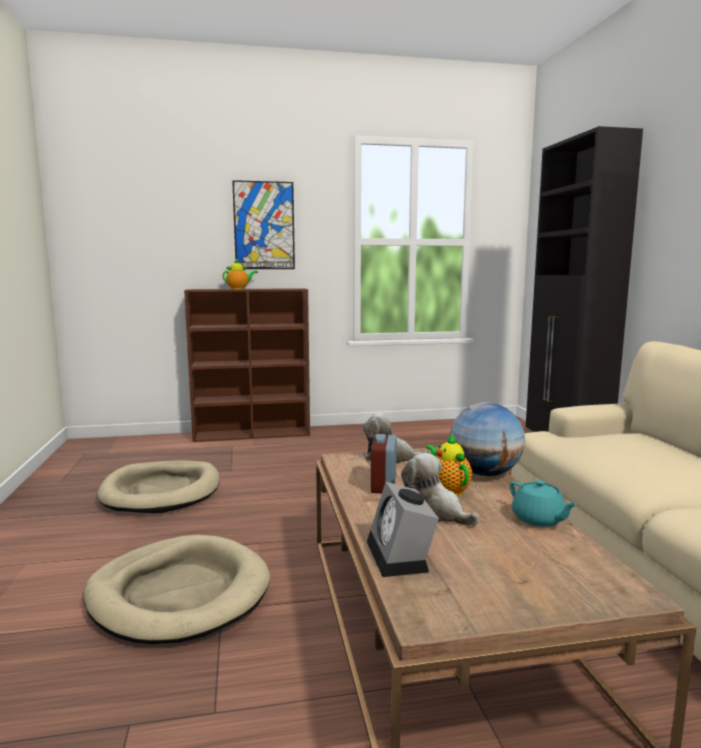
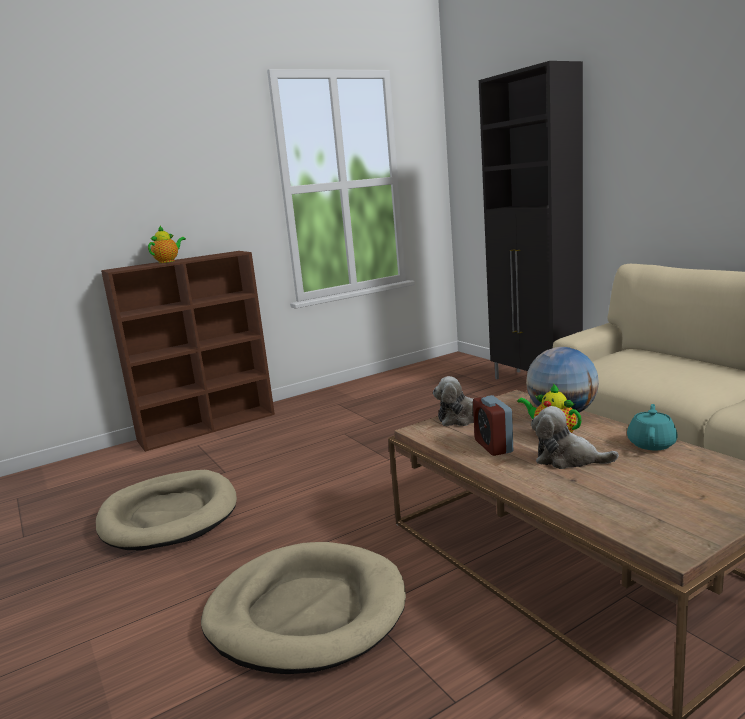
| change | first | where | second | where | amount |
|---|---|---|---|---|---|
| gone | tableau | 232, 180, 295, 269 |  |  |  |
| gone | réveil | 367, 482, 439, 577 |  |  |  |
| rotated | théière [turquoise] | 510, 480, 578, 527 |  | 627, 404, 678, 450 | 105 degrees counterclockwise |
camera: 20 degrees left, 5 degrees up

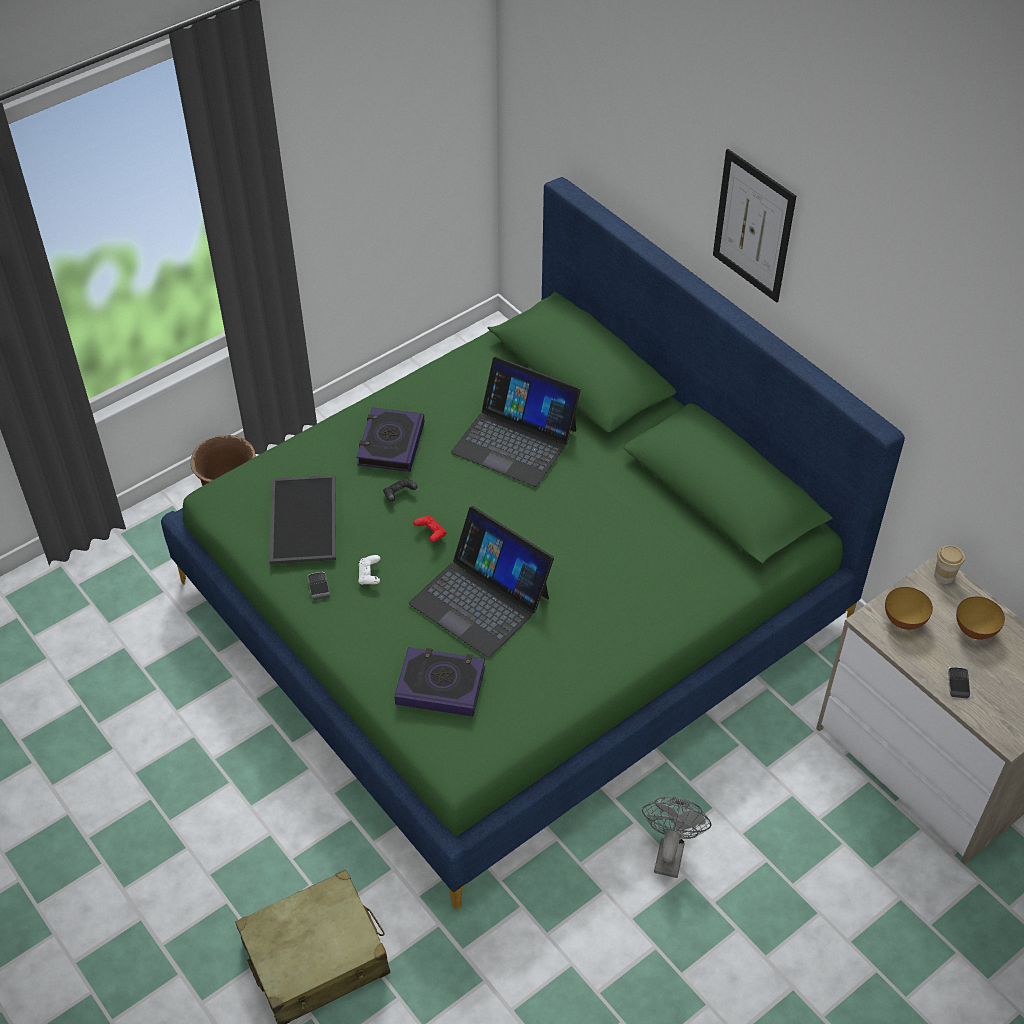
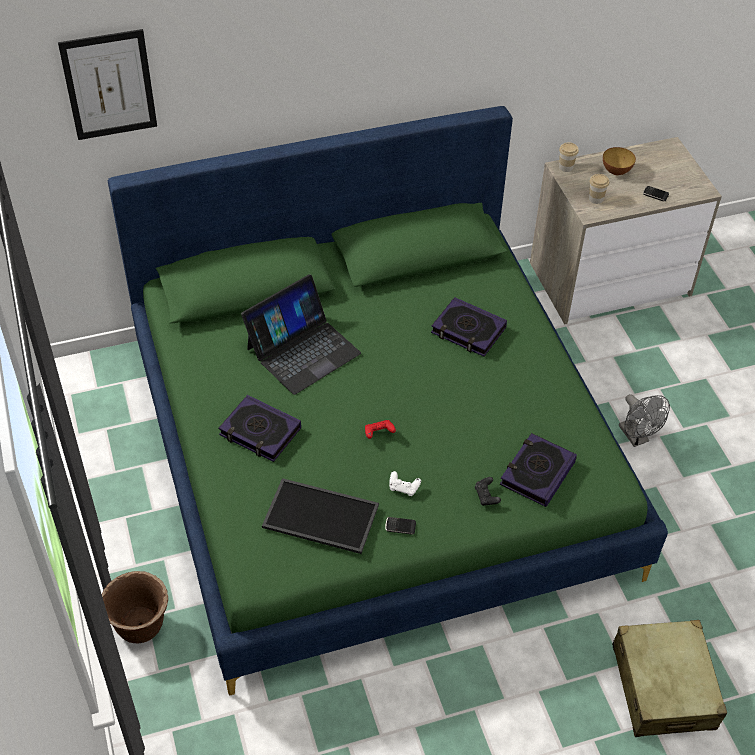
| change | first | where | second | where | amount |
|---|---|---|---|---|---|
| gone | ordinateur portable | 409, 506, 554, 658 |  |  |  |
| new |  |  | livre | 431, 297, 507, 357 |  |
| shifted | manette [noir] | 383, 478, 418, 502 |  | 475, 477, 501, 506 |  |
| shifted | tableau | 713, 149, 796, 302 |  | 58, 29, 157, 140 |  |
| swapped | bol | 885, 587, 933, 630 | tasse | 589, 174, 609, 204 |  |
| rotated | ventilateur [gris] | 642, 797, 711, 878 |  | 619, 394, 670, 447 | 150 degrees counterclockwise |
camera: 70 degrees left, 0 degrees up

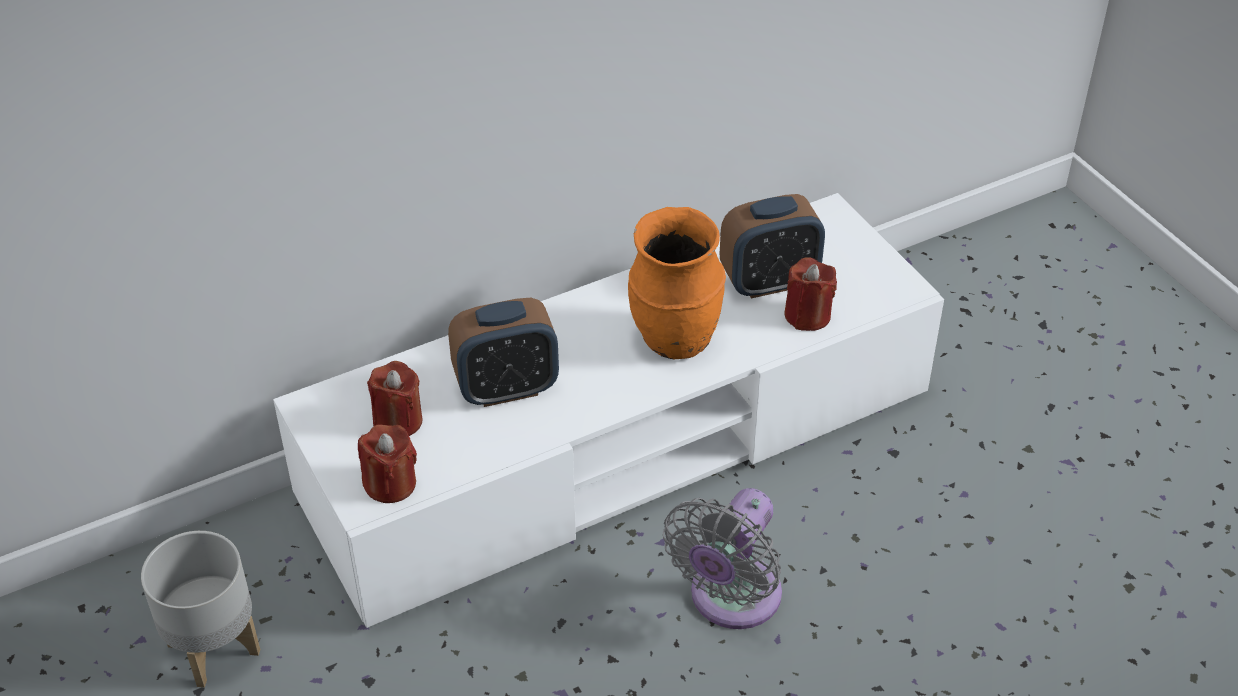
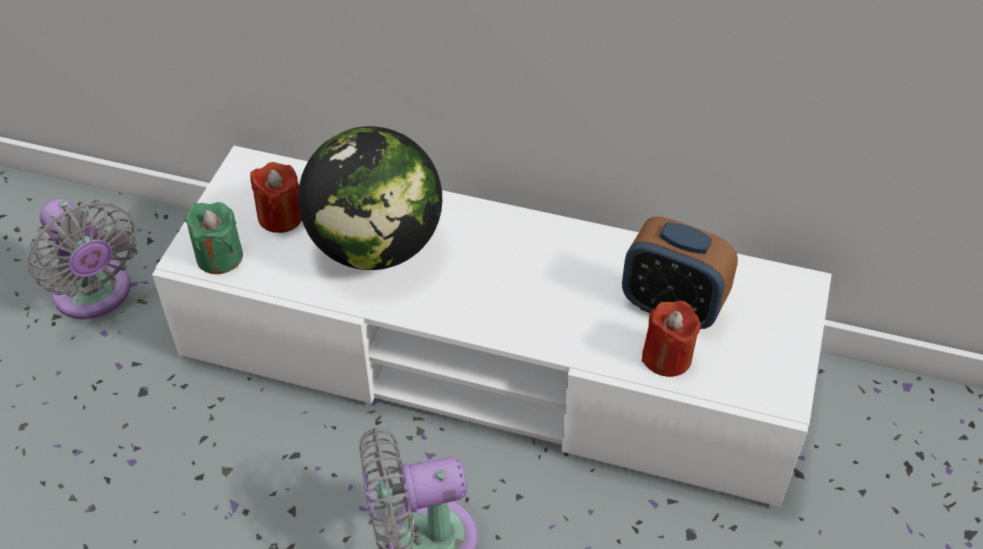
| change | first | where | second | where | amount |
|---|---|---|---|---|---|
| gone | vase [orange] | 628, 207, 726, 359 |  |  |  |
| swapped | cache-pot [gris] | 141, 531, 260, 688 | ventilateur [gris] | 27, 199, 137, 319 |  |
| swapped | réveil | 448, 298, 559, 407 | globe | 298, 126, 442, 270 |  |
| repainted | bougie [rouge] | 358, 424, 417, 503 | bougie [vert] | 185, 202, 243, 274 |  |
camera: 45 degrees right, 5 degrees up

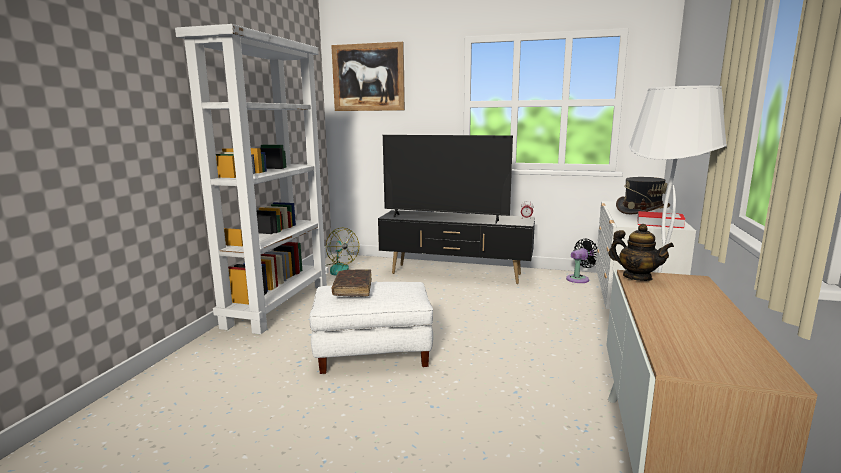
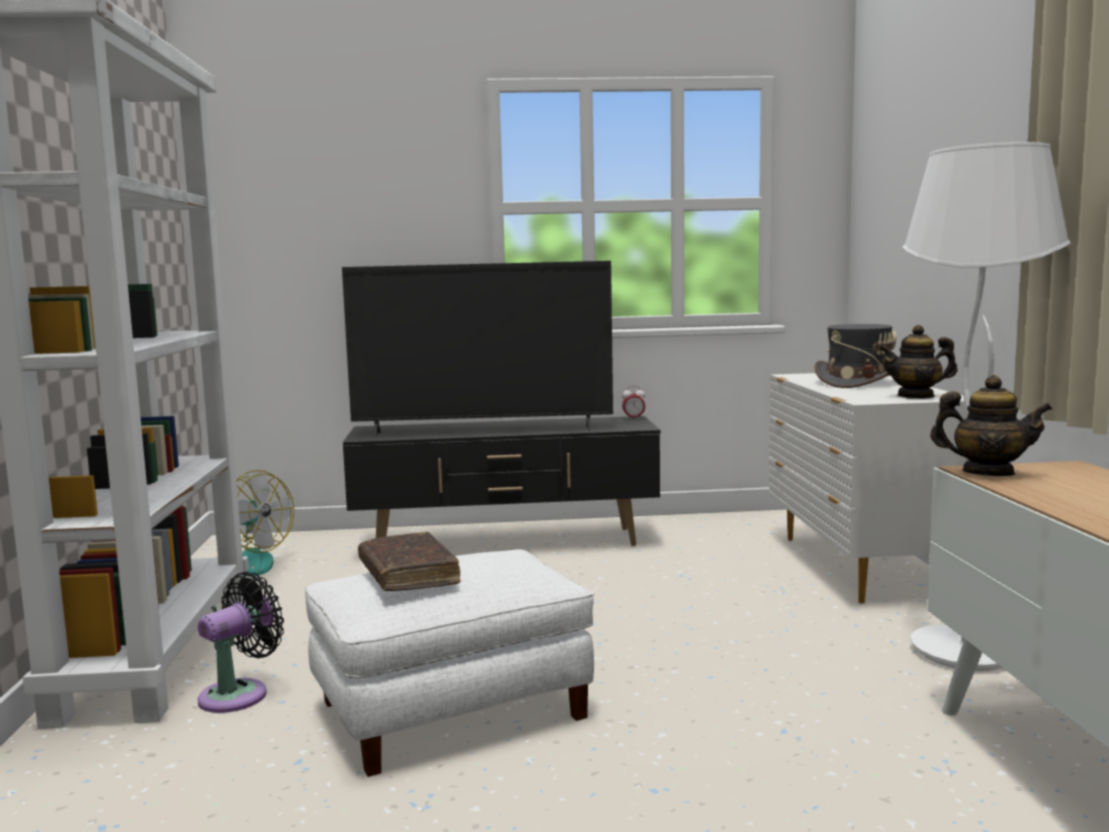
| change | first | where | second | where | amount |
|---|---|---|---|---|---|
| gone | tableau | 331, 42, 405, 111 |  |  |  |
| shifted | ventilateur [noir] | 566, 238, 597, 283 |  | 198, 572, 284, 713 |  |
| swapped | livre | 637, 211, 685, 228 | théière | 878, 325, 958, 399 |  |
camera: 20 degrees left, 5 degrees down

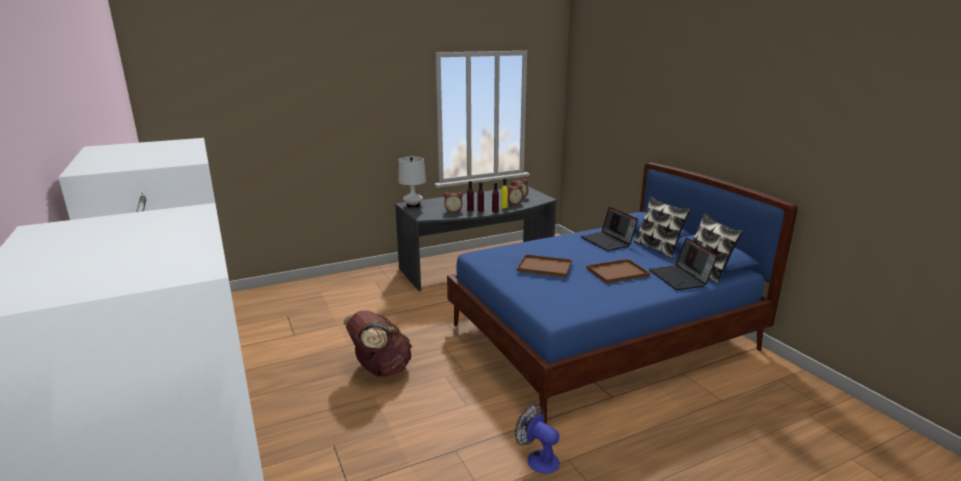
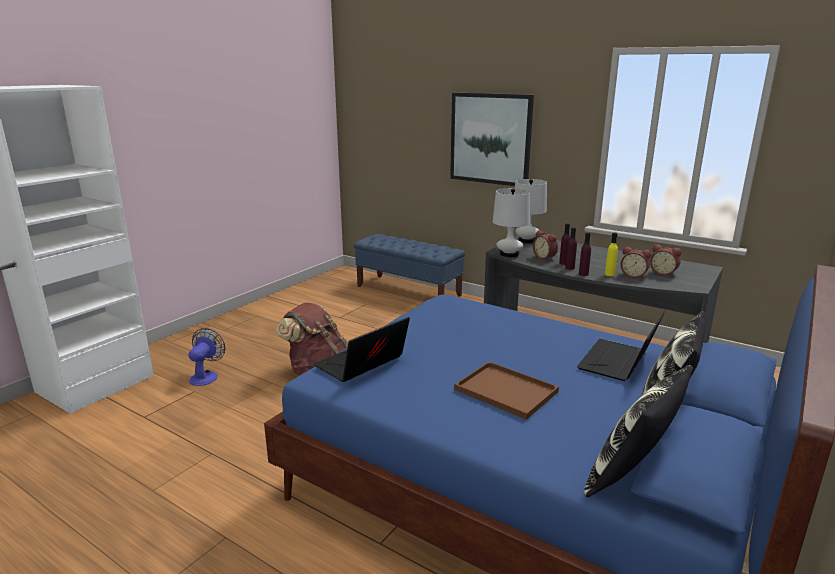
| change | first | where | second | where | amount |
|---|---|---|---|---|---|
| gone | plateau [marron] | 517, 254, 572, 277 |  |  |  |
| new |  |  | banc [bleu] | 354, 234, 465, 297 |  |
| new |  |  | tableau | 450, 93, 534, 186 |  |
| new |  |  | lampe de table [blanc] | 493, 188, 530, 257 |  |
| shifted | ventilateur | 515, 404, 560, 474 |  | 189, 328, 225, 386 |  |
| shifted | ordinateur portable | 649, 237, 718, 290 |  | 314, 317, 410, 382 |  |
camera: 60 degrees right, 0 degrees up

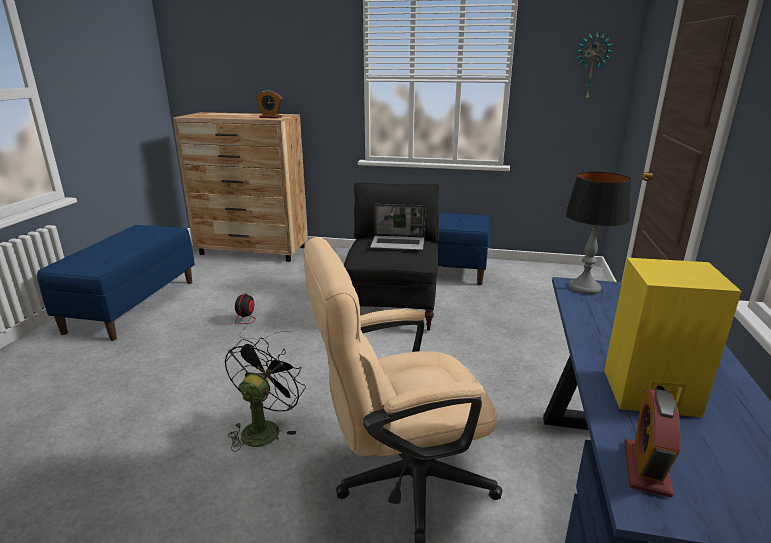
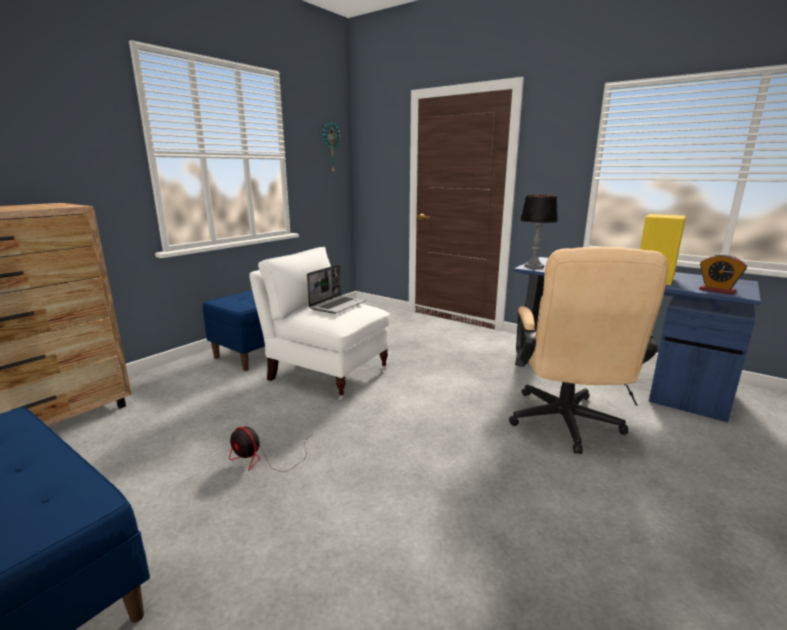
| change | first | where | second | where | amount |
|---|---|---|---|---|---|
| gone | ventilateur [noir] | 224, 338, 306, 452 |  |  |  |
| gone | réveil | 256, 90, 282, 118 |  |  |  |
| repainted | fauteuil [noir] | 344, 182, 439, 331 | fauteuil [blanc] | 249, 247, 390, 401 |  |
camera: 65 degrees left, 5 degrees down

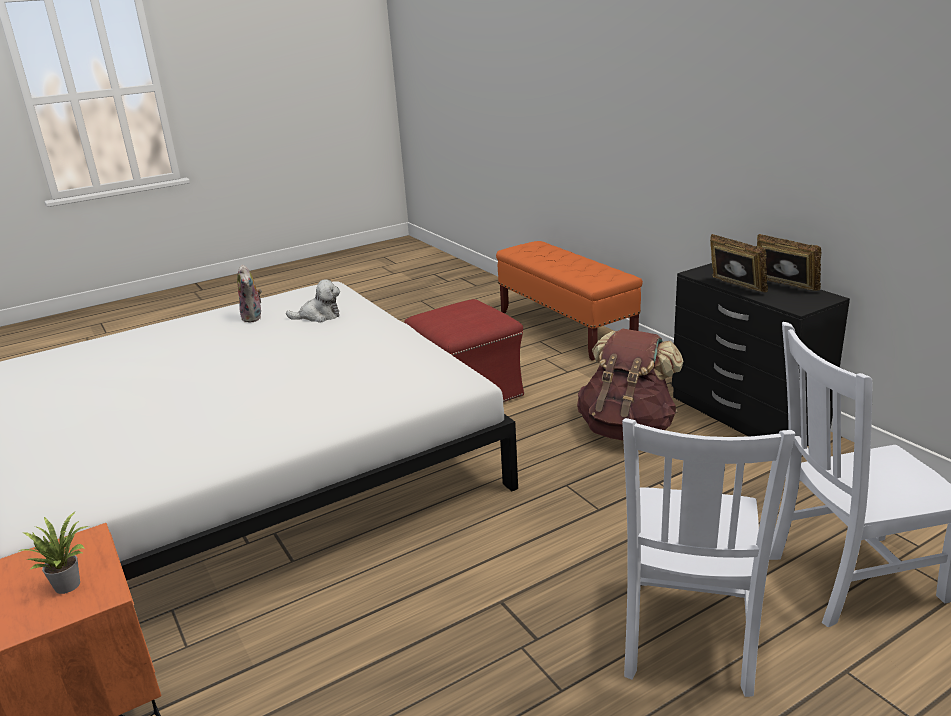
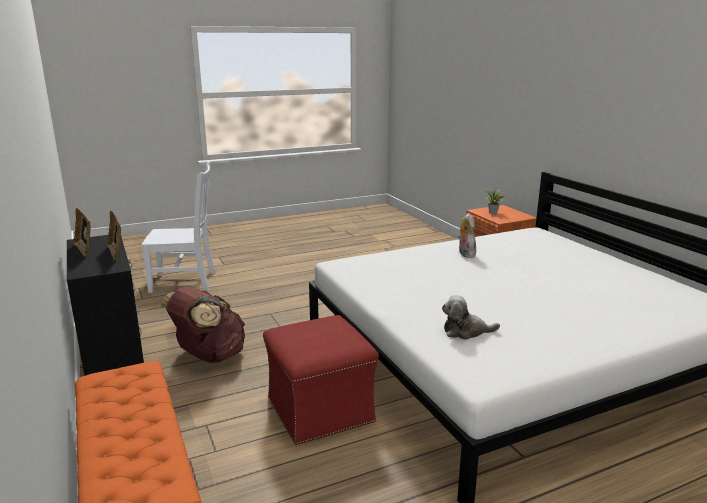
| change | first | where | second | where | amount |
|---|---|---|---|---|---|
| gone | chaise [blanc] | 622, 418, 795, 697 |  |  |  |
| shifted | peluche | 237, 264, 263, 323 |  | 458, 213, 476, 258 |  |
camera: 175 degrees left, 5 degrees down

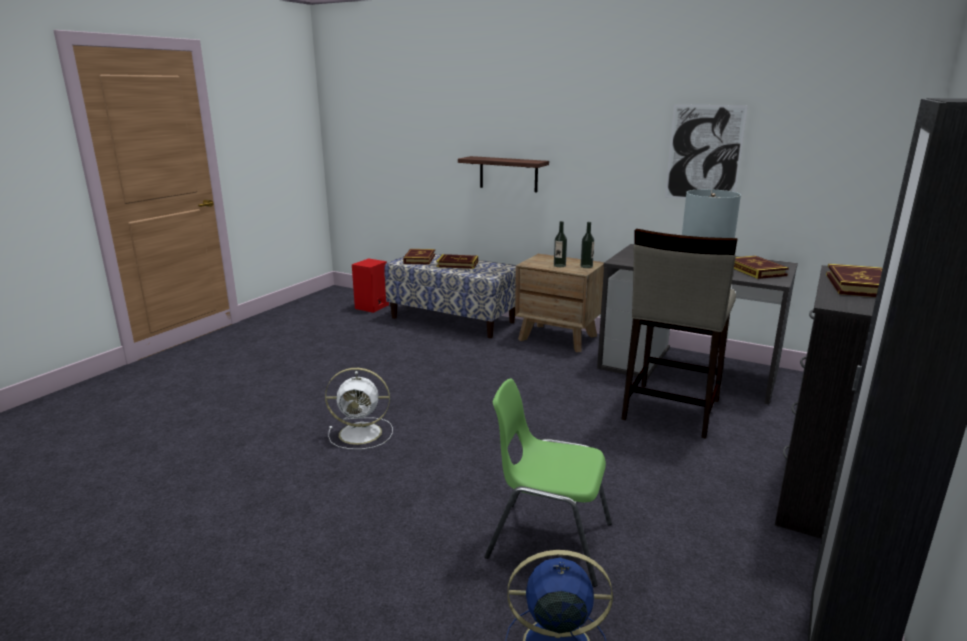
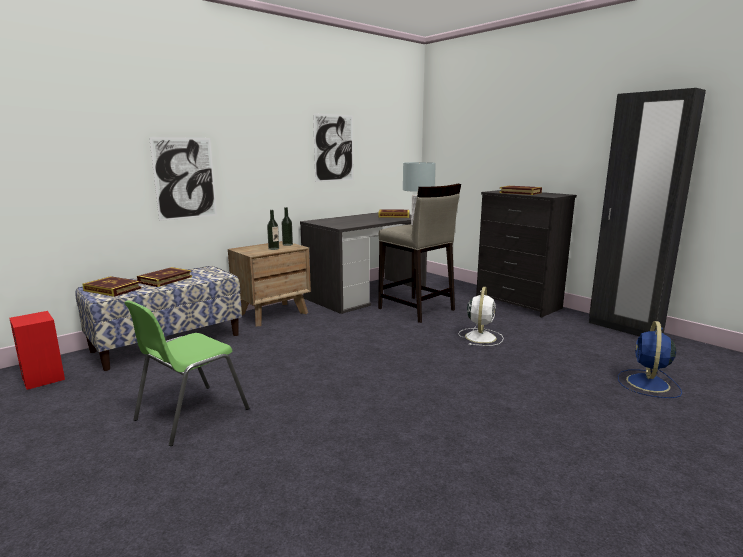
| change | first | where | second | where | amount |
|---|---|---|---|---|---|
| shifted | ventilateur [blanc] | 325, 368, 393, 449 |  | 458, 287, 503, 346 |  |
| shifted | chaise [vert] | 484, 378, 612, 587 |  | 124, 300, 249, 446 |  |
| swapped | étagère | 458, 156, 549, 192 | tableau | 149, 137, 217, 221 |  |
camera: 70 degrees left, 5 degrees down

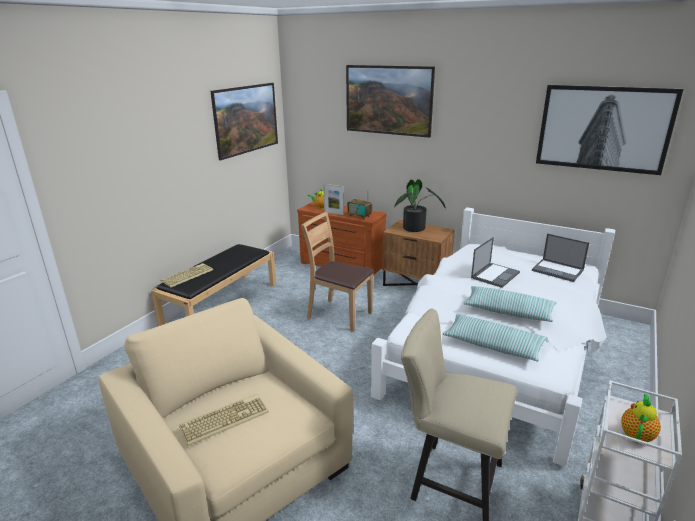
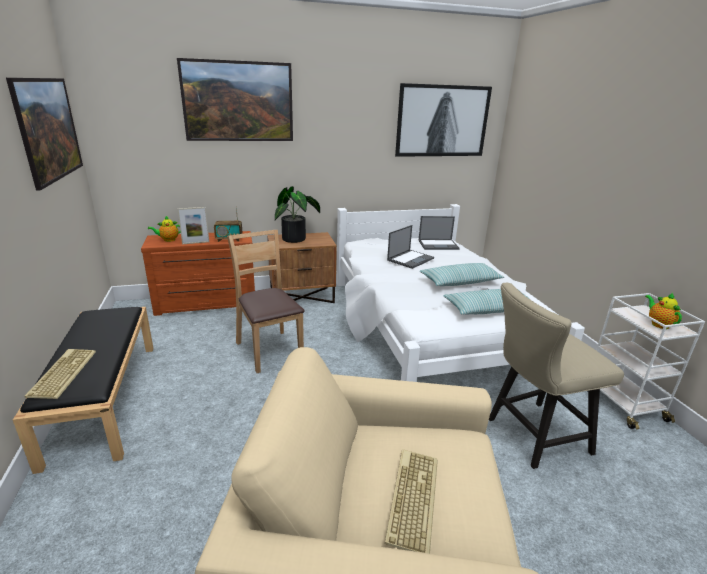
| change | first | where | second | where | amount |
|---|---|---|---|---|---|
| rotated | chaise [marron] | 301, 212, 374, 332 |  | 227, 230, 305, 373 | 75 degrees clockwise |
| rotated | ordinateur portable | 471, 237, 520, 288 |  | 387, 225, 434, 269 | 45 degrees clockwise |
camera: 45 degrees left, 0 degrees up

